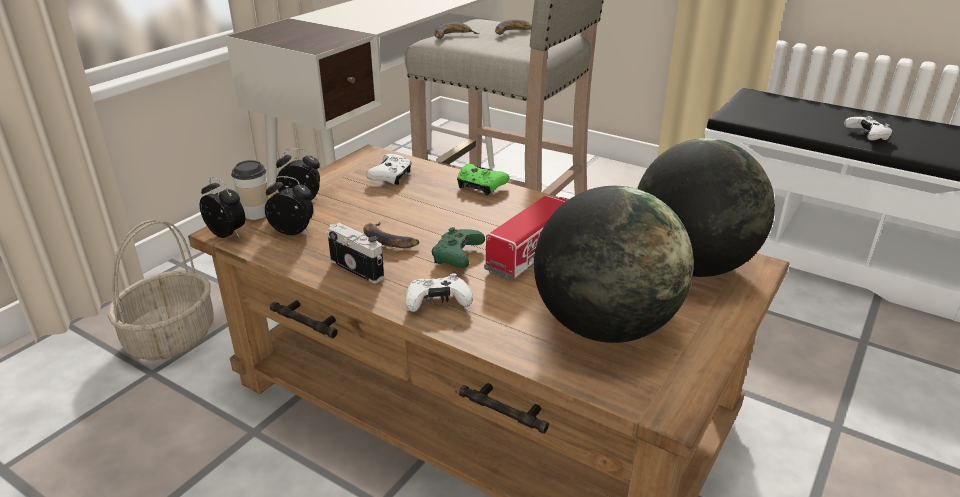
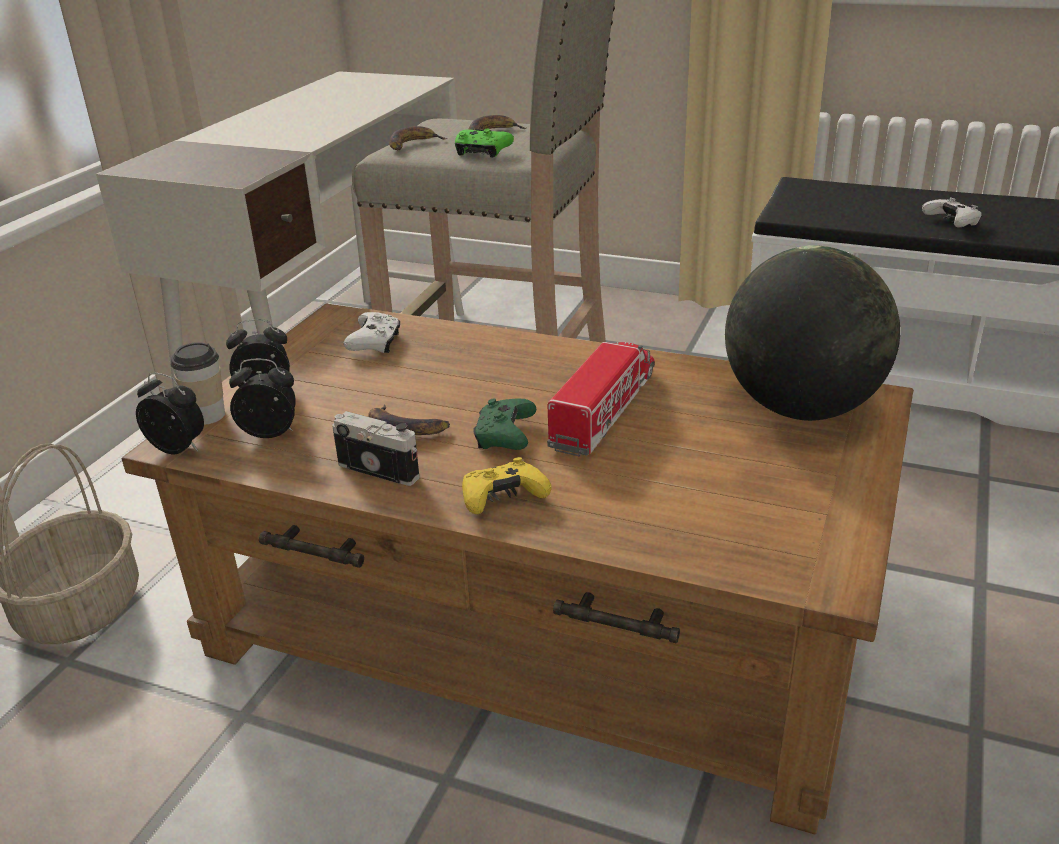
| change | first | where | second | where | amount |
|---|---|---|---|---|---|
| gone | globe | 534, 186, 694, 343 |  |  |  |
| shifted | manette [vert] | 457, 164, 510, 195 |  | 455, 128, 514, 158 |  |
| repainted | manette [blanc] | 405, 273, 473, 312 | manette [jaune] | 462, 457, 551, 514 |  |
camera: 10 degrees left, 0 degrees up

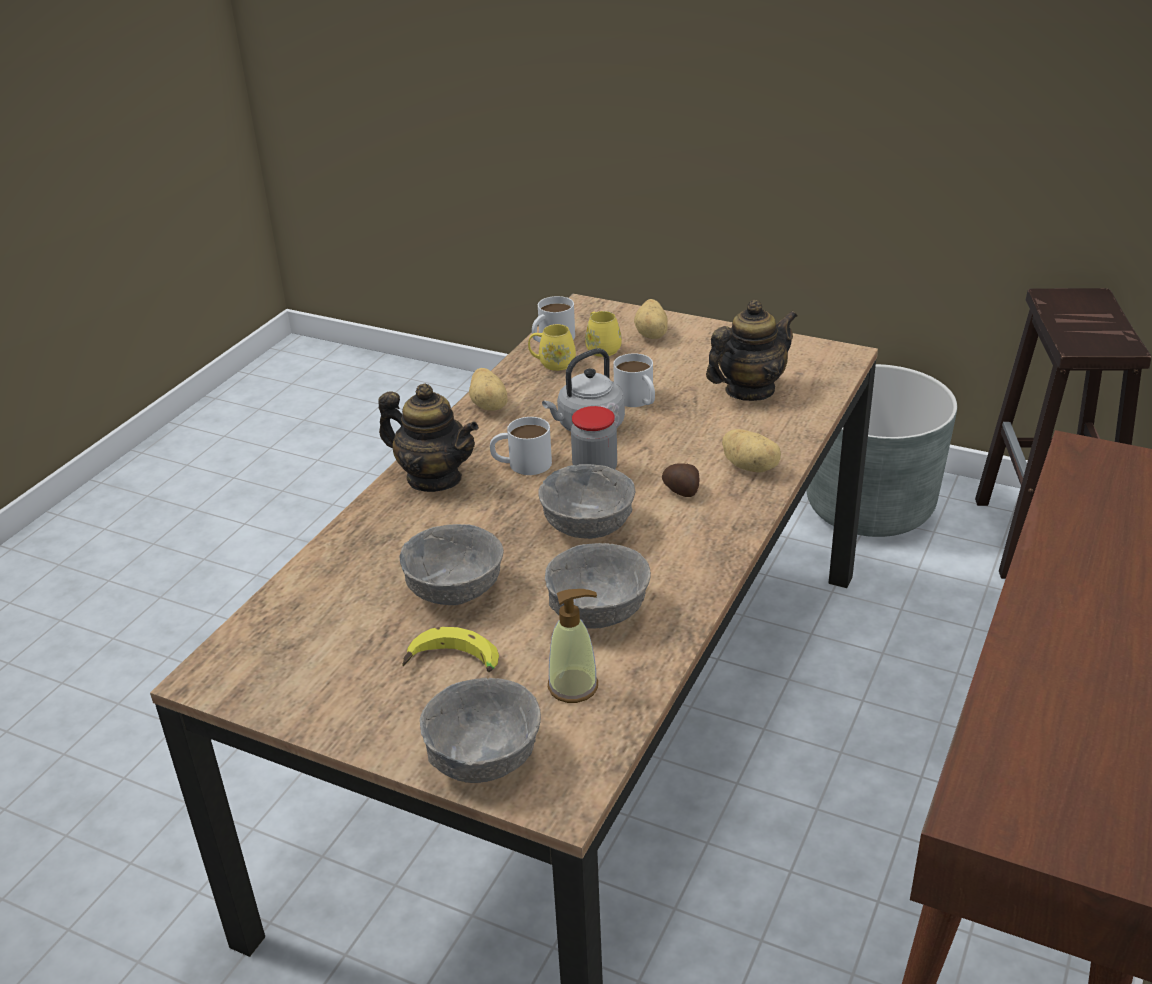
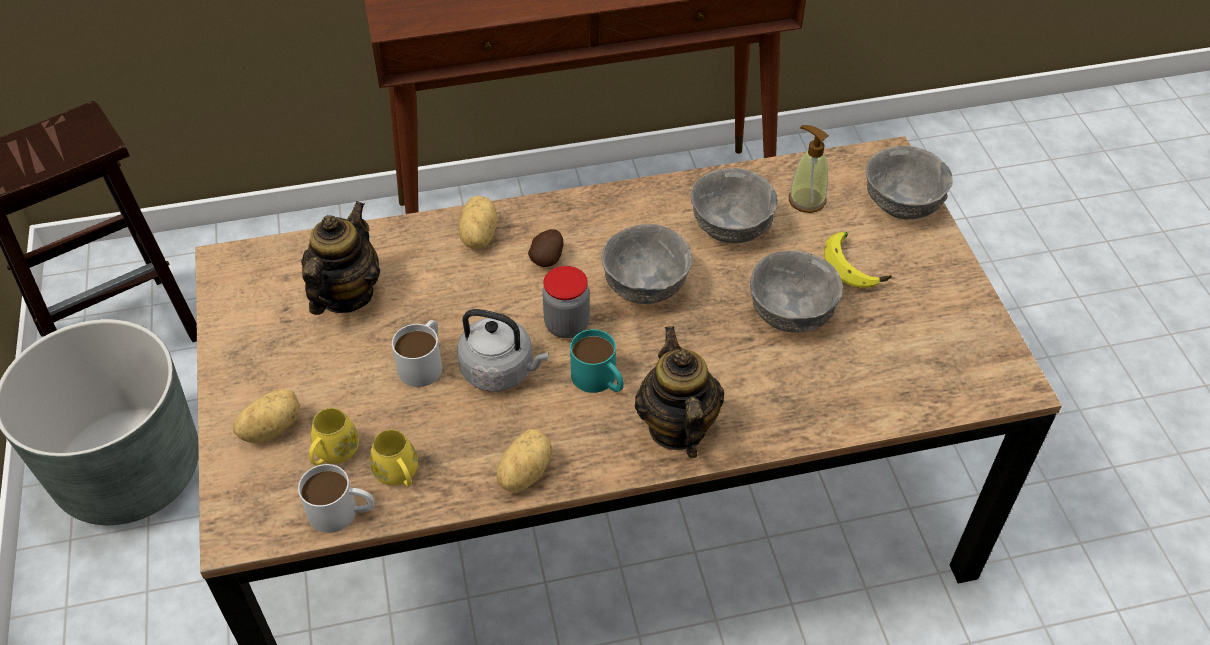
| change | first | where | second | where | amount |
|---|---|---|---|---|---|
| repainted | mug [blanc] | 490, 417, 552, 475 | mug [turquoise] | 570, 329, 624, 393 |  |
| rotated | théière | 706, 300, 798, 401 |  | 301, 201, 380, 315 | 90 degrees clockwise |
camera: 130 degrees left, 15 degrees up

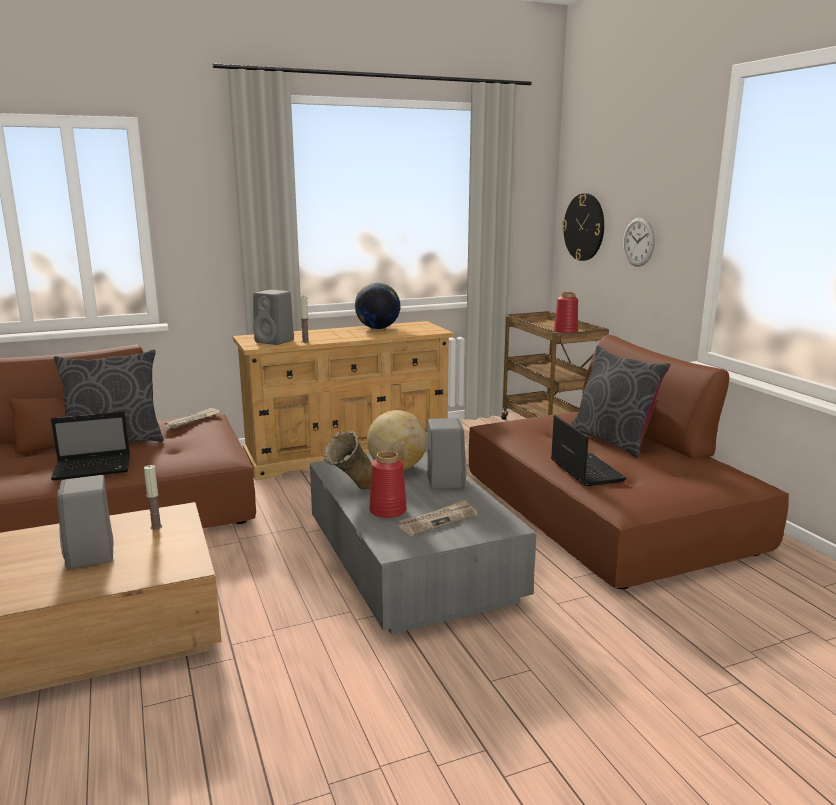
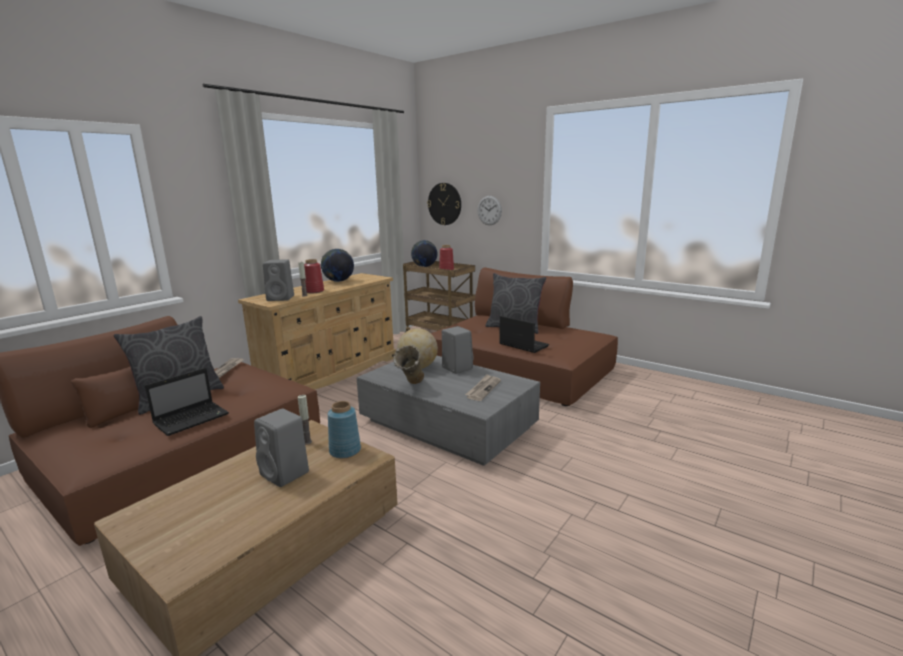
| change | first | where | second | where | amount |
|---|---|---|---|---|---|
| new |  |  | vase [bleu] | 328, 401, 361, 459 |  |
| new |  |  | globe | 411, 240, 437, 267 |  |
| shifted | vase [rouge] | 369, 451, 407, 518 |  | 304, 259, 324, 293 |  |
camera: 30 degrees left, 0 degrees up

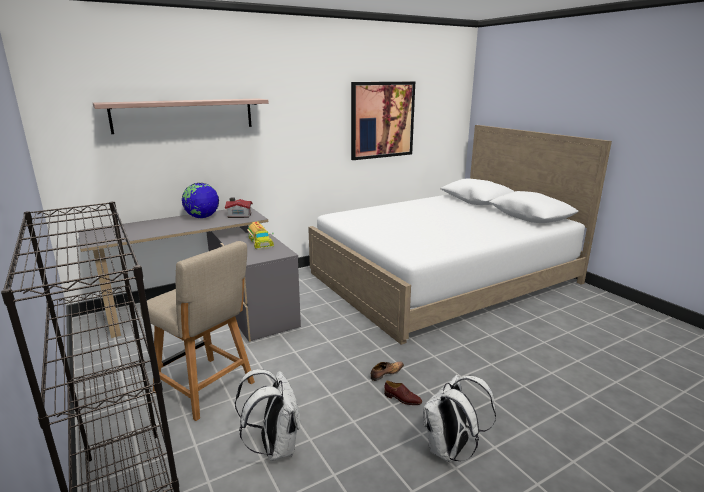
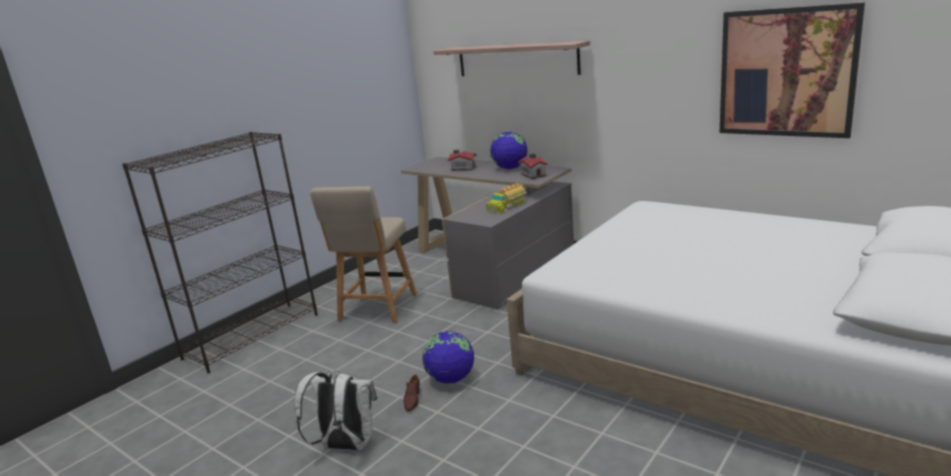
| change | first | where | second | where | amount |
|---|---|---|---|---|---|
| gone | sac à dos [blanc] | 235, 369, 300, 461 |  |  |  |
| new |  |  | maison miniature | 448, 150, 477, 171 |  |
| swapped | chaussure | 371, 362, 404, 381 | globe | 422, 331, 474, 384 |  |
camera: 70 degrees right, 0 degrees up

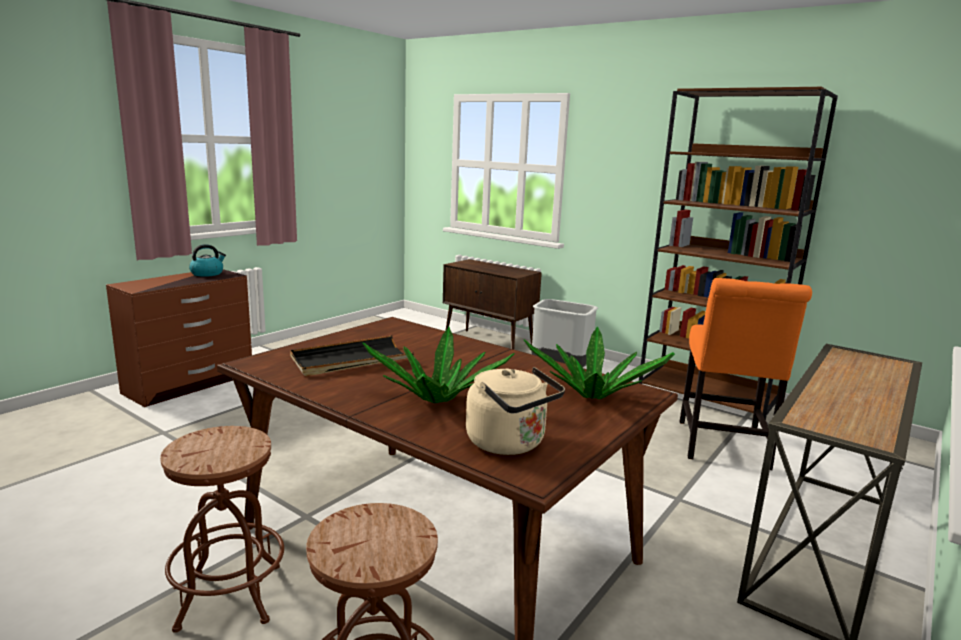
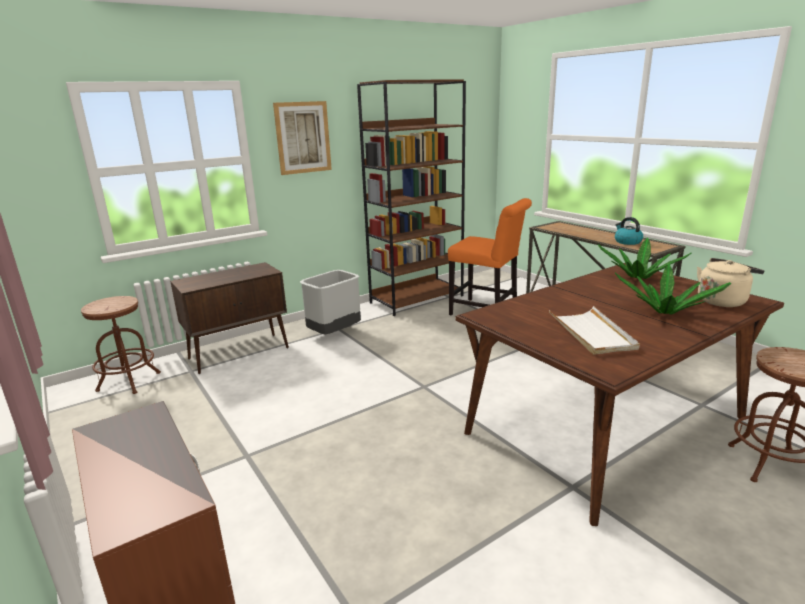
| change | first | where | second | where | amount |
|---|---|---|---|---|---|
| new |  |  | tableau | 273, 101, 332, 175 |  |
| shifted | tabouret [marron] | 160, 426, 284, 633 |  | 81, 296, 161, 394 |  |
| shifted | bouilloire | 189, 244, 226, 277 |  | 615, 217, 643, 245 |  |
| repainted | plateau [noir] | 290, 335, 414, 376 | plateau [blanc] | 549, 306, 640, 355 |  |
camera: 70 degrees left, 5 degrees up

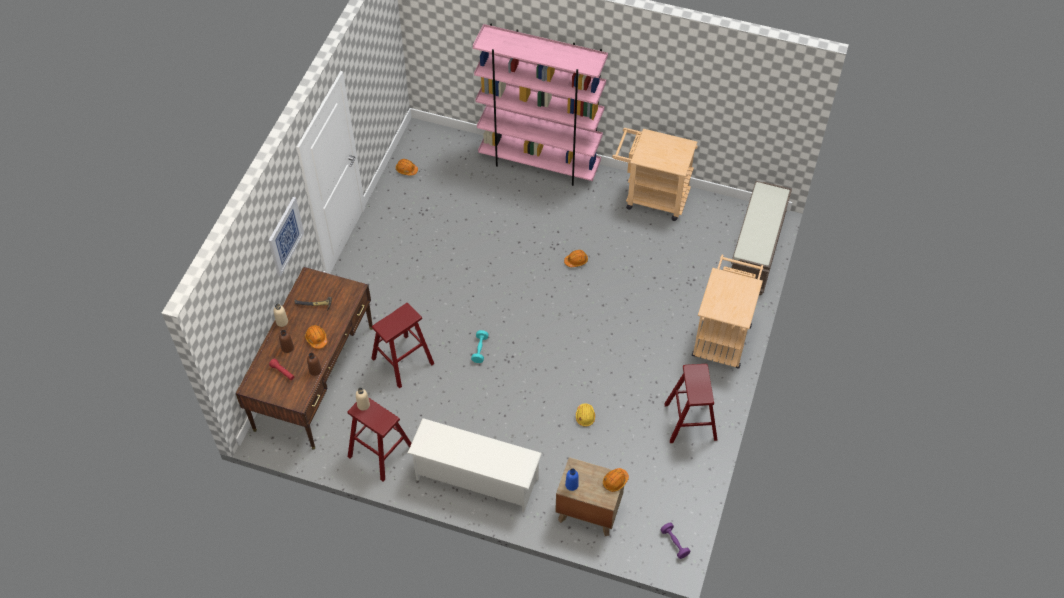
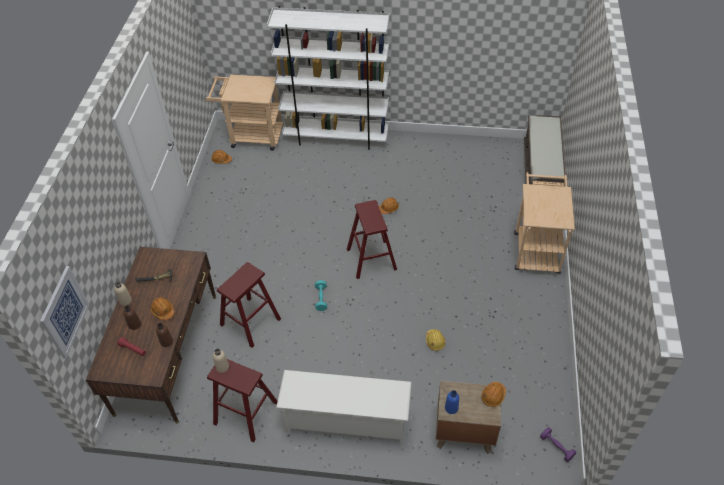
| change | first | where | second | where | amount |
|---|---|---|---|---|---|
| shifted | tableau | 268, 197, 304, 276 |  | 40, 266, 89, 358 |  |
| shifted | chariot [beige] | 612, 128, 698, 221 |  | 205, 74, 283, 151 |  |
| shifted | tabouret [rouge] | 664, 364, 718, 443 |  | 347, 200, 397, 279 |  |
| repainted | bibliothèque [rose] | 473, 24, 608, 186 | bibliothèque [blanc] | 267, 6, 390, 150 |  |
camera: 10 degrees left, 5 degrees down

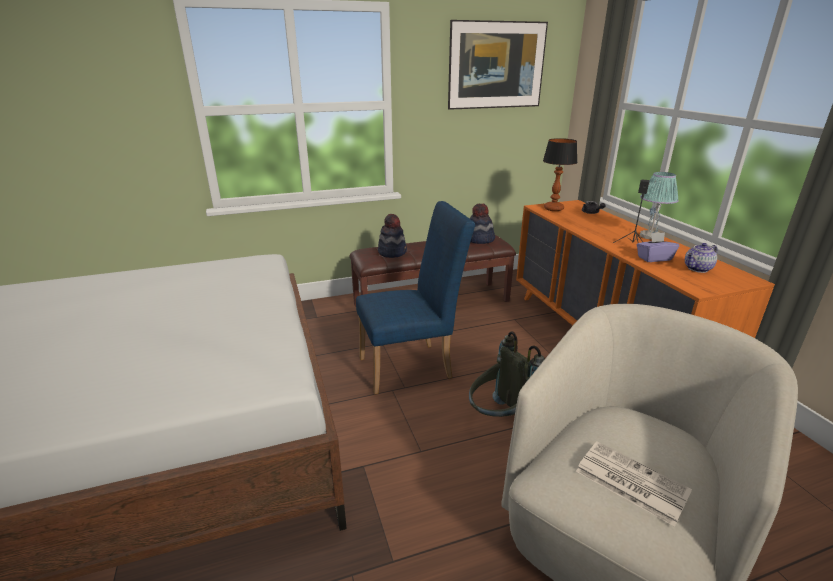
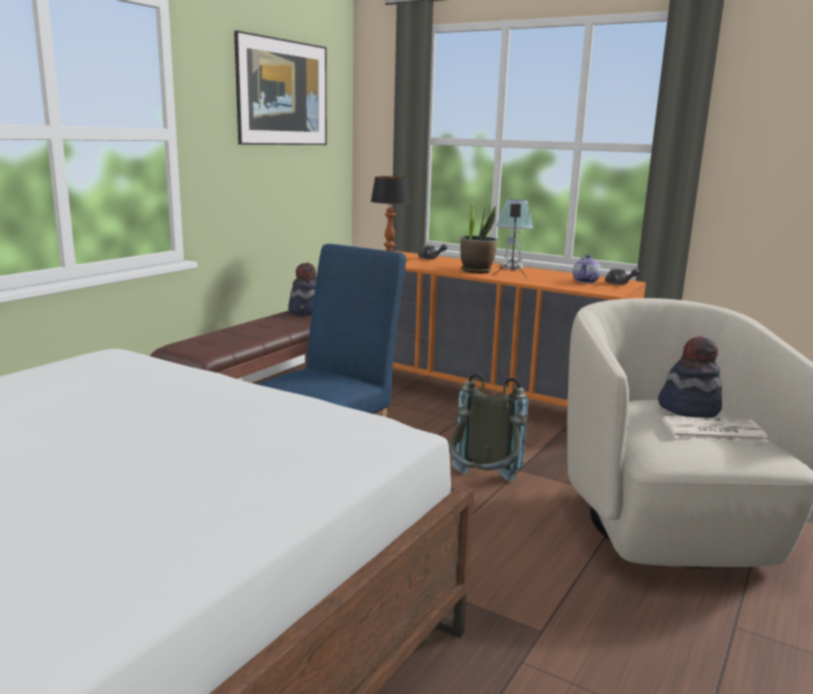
| change | first | where | second | where | amount |
|---|---|---|---|---|---|
| gone | boîte à mouchoirs [violet] | 637, 232, 679, 262 |  |  |  |
| new |  |  | plante en pot | 460, 200, 498, 273 |  |
| new |  |  | théière [gris] | 605, 269, 640, 285 |  |
| shifted | chapeau | 378, 214, 407, 258 |  | 658, 336, 722, 418 |  |
camera: 40 degrees left, 10 degrees down

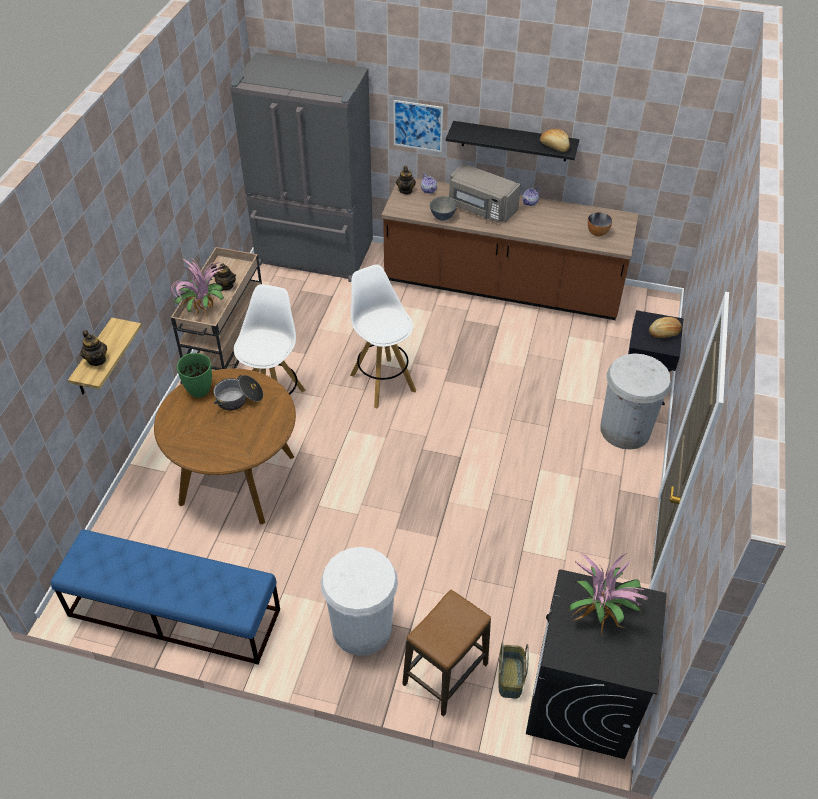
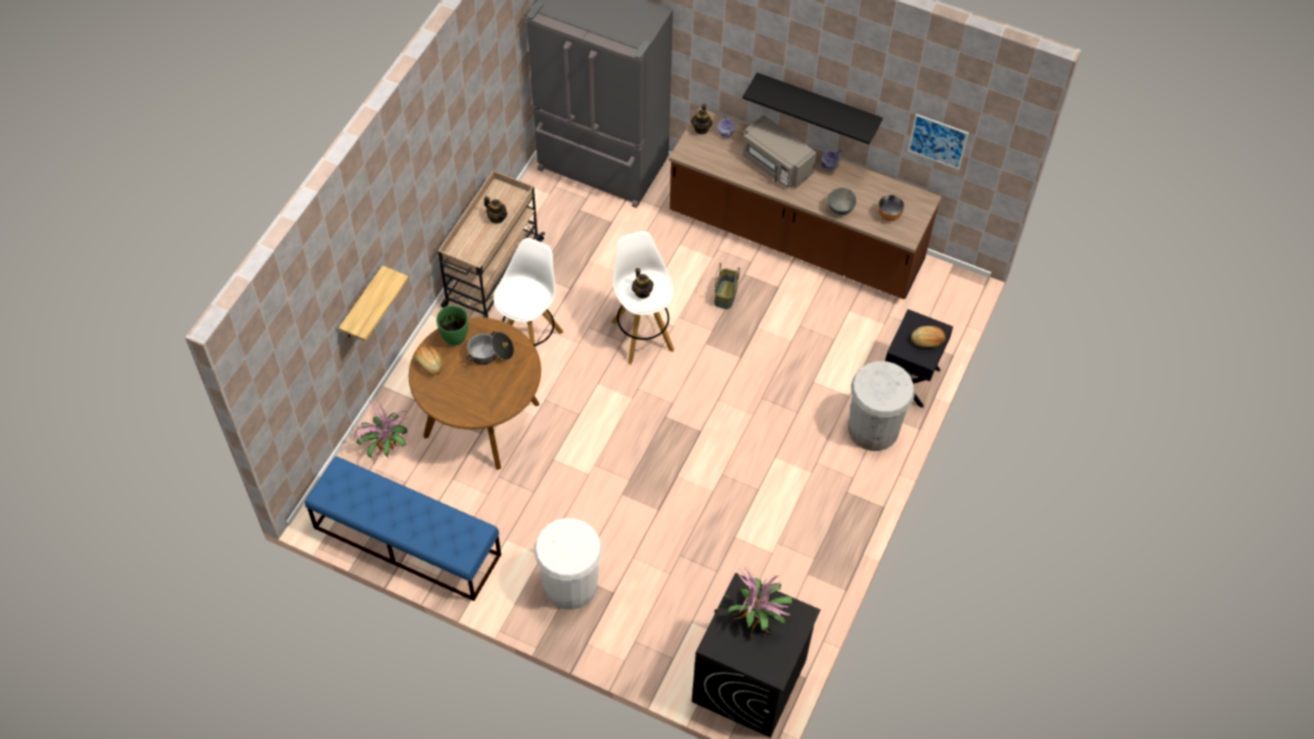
| change | first | where | second | where | amount |
|---|---|---|---|---|---|
| gone | tabouret | 402, 590, 491, 717 |  |  |  |
| shifted | théière | 80, 330, 107, 366 |  | 632, 268, 654, 299 |  |
| shifted | plante en pot | 171, 257, 225, 318 |  | 354, 399, 409, 458 |  |
| shifted | tableau | 394, 100, 443, 152 |  | 908, 114, 969, 170 |  |
| shifted | bol [gris] | 430, 196, 457, 221 |  | 827, 188, 856, 215 |  |
| shifted | panier | 498, 642, 529, 698 |  | 714, 262, 740, 309 |  |
| shifted | pain | 540, 128, 570, 152 |  | 414, 346, 443, 376 |  |
camera: 10 degrees right, 10 degrees up

